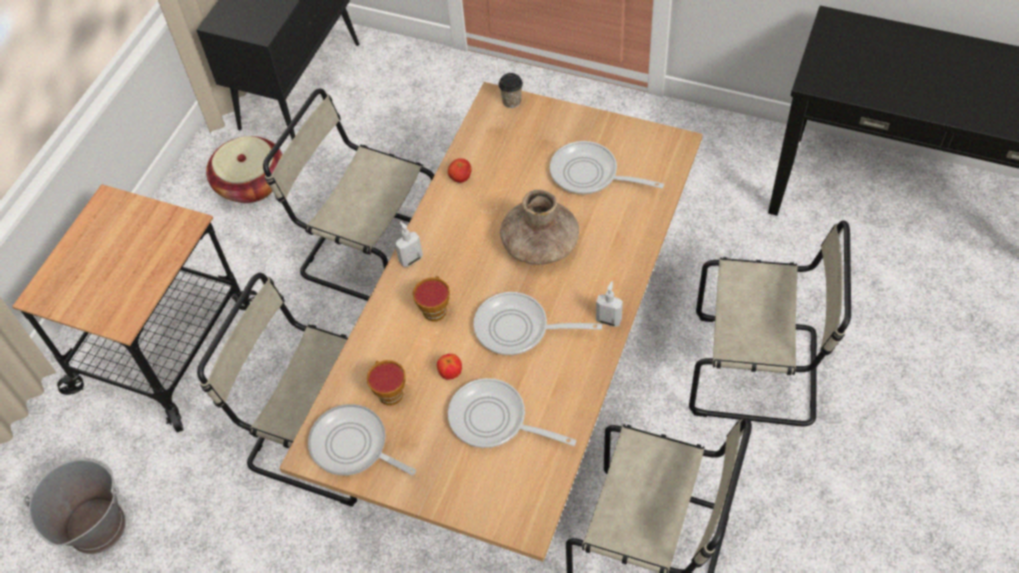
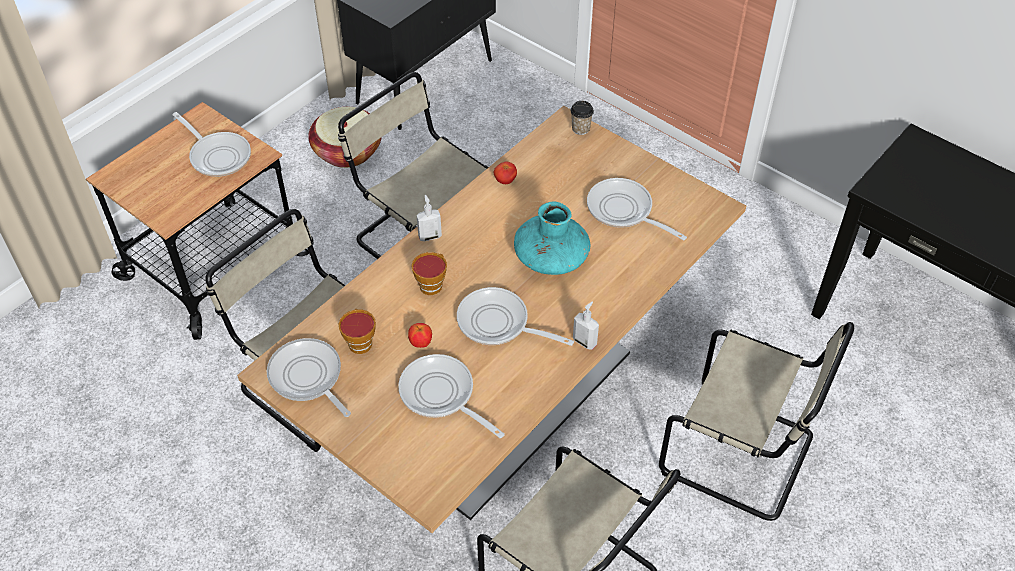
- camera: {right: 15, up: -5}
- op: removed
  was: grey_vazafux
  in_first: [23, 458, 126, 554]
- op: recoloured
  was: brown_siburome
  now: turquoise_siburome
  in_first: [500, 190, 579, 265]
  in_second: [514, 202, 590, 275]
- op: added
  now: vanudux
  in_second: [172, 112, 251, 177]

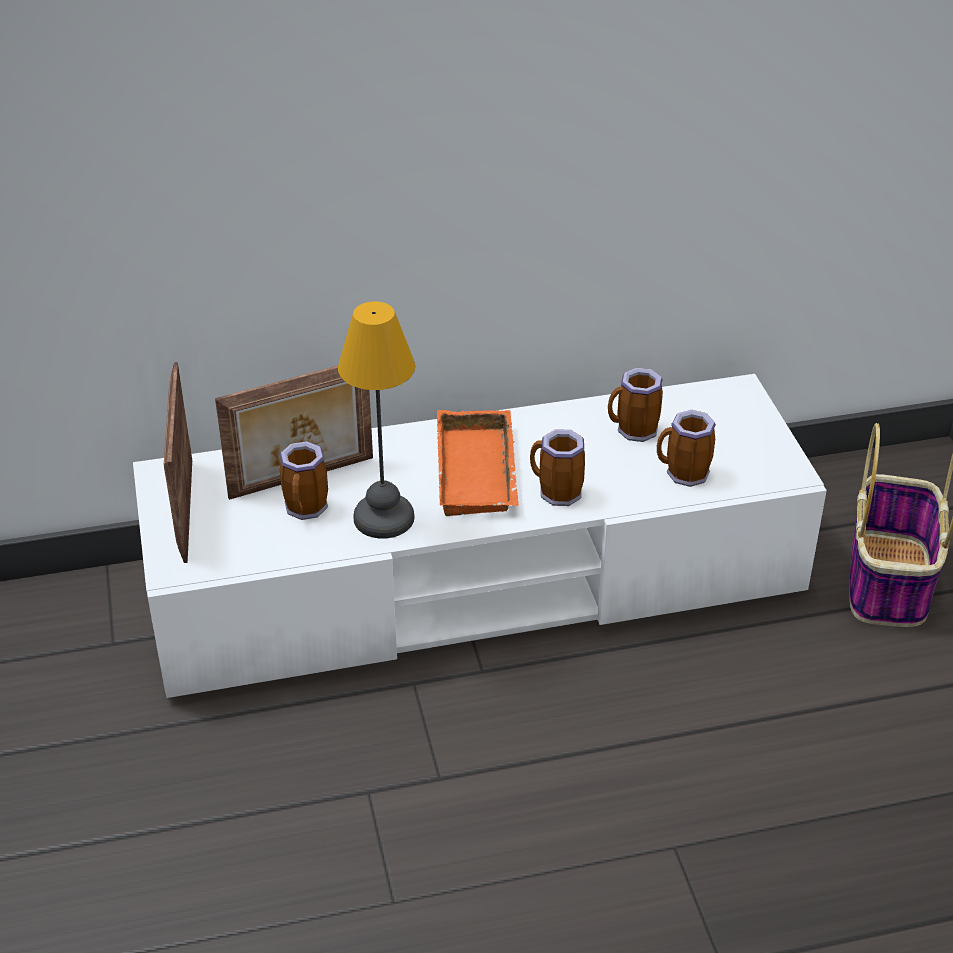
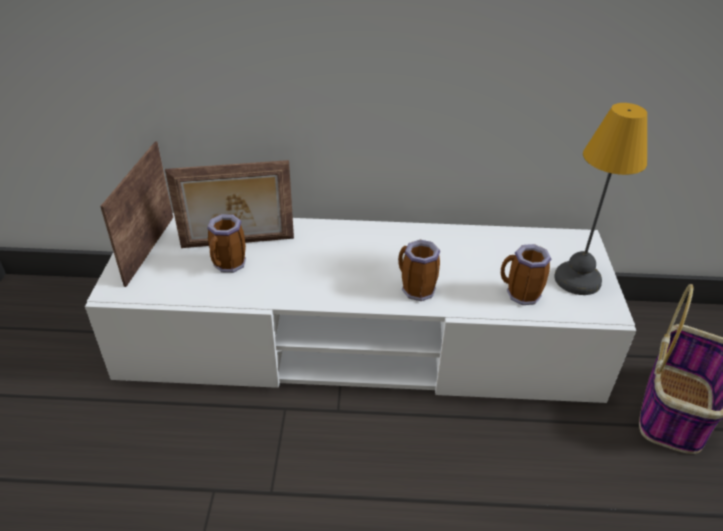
- camera: {right: 15, up: 0}
- op: moved
  was: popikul
  in_first: [338, 301, 415, 539]
  in_second: [554, 103, 647, 295]
- op: removed
  was: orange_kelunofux
  in_first: [437, 410, 519, 516]
- op: removed
  was: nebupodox
  in_first: [608, 368, 663, 442]

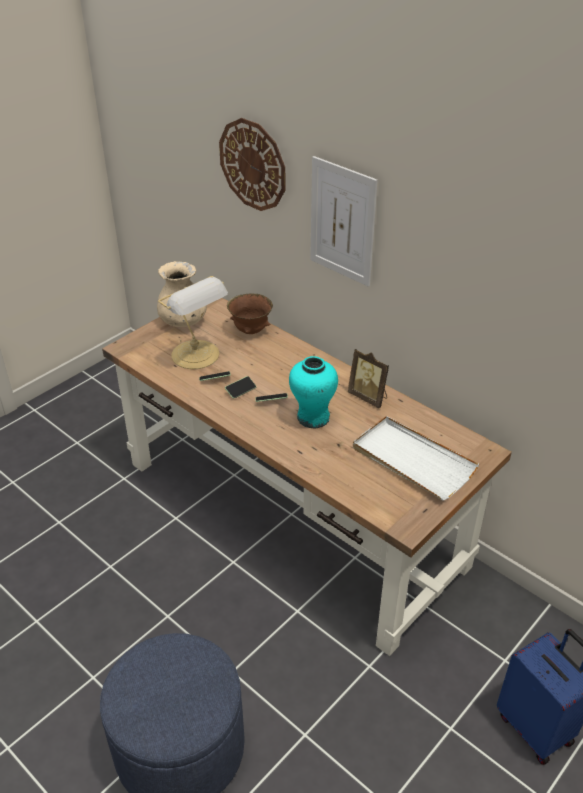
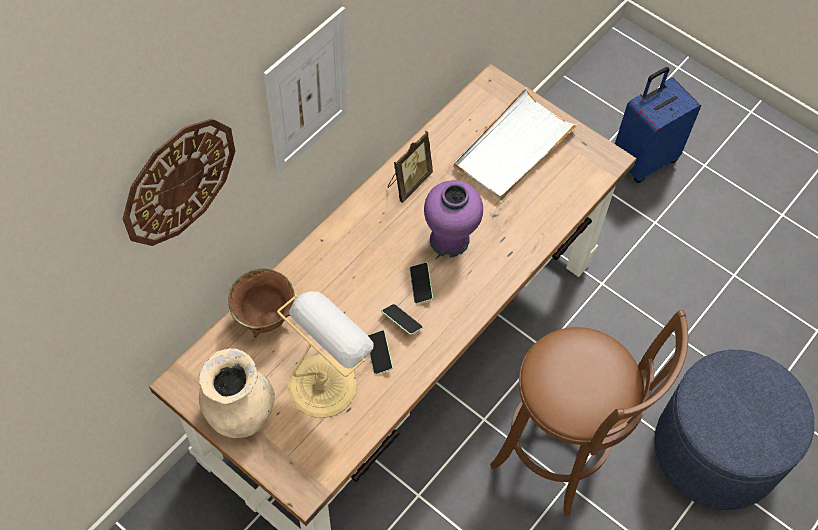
- camera: {right: -95, up: 20}
- op: recoloured
  was: turquoise_siburome
  now: purple_siburome
  in_first: [289, 356, 338, 428]
  in_second: [424, 180, 483, 258]
- op: added
  now: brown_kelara
  in_second: [490, 310, 688, 516]

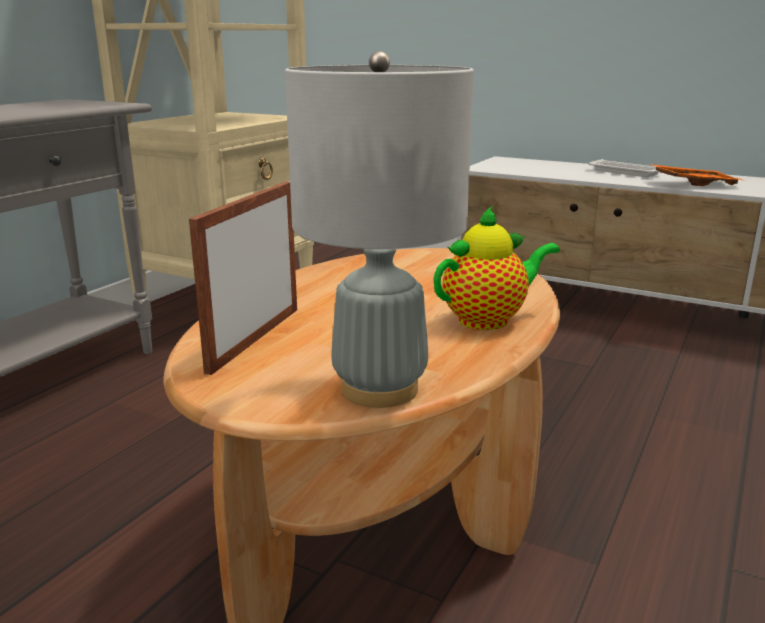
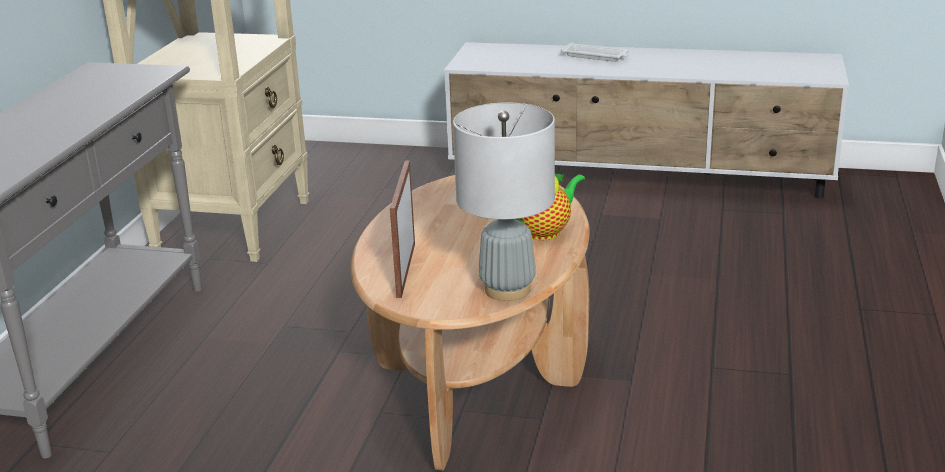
- camera: {right: -15, up: 5}
- op: removed
  was: orange_kelunofux
  in_first: [651, 164, 746, 186]

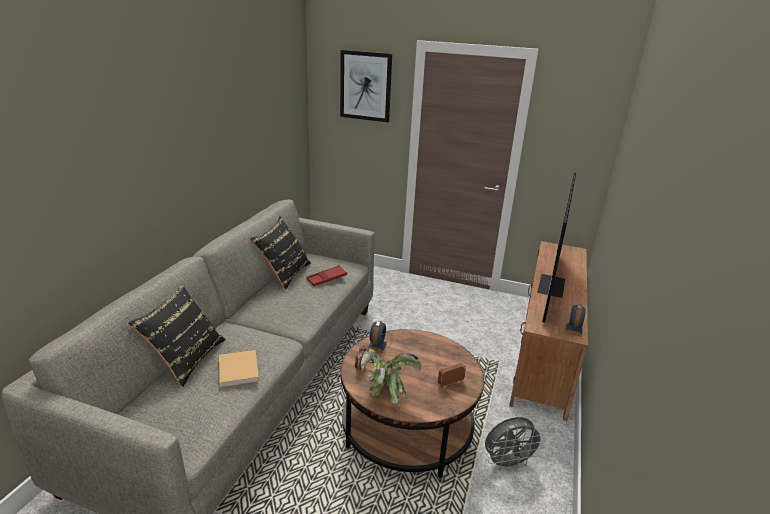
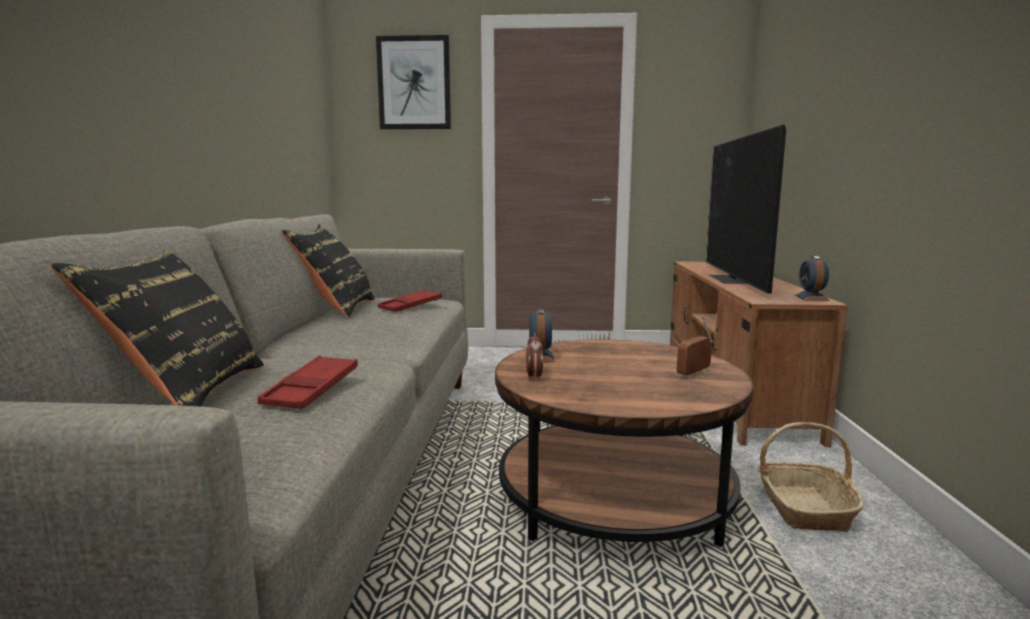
- camera: {right: -15, up: -15}
- op: replaced
  was: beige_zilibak
  now: red_kelunofux
  in_first: [219, 350, 259, 387]
  in_second: [258, 355, 358, 409]
- op: removed
  was: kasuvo
  in_first: [361, 349, 422, 409]
- op: replaced
  was: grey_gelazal
  now: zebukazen
  in_first: [485, 417, 545, 471]
  in_second: [758, 422, 864, 532]

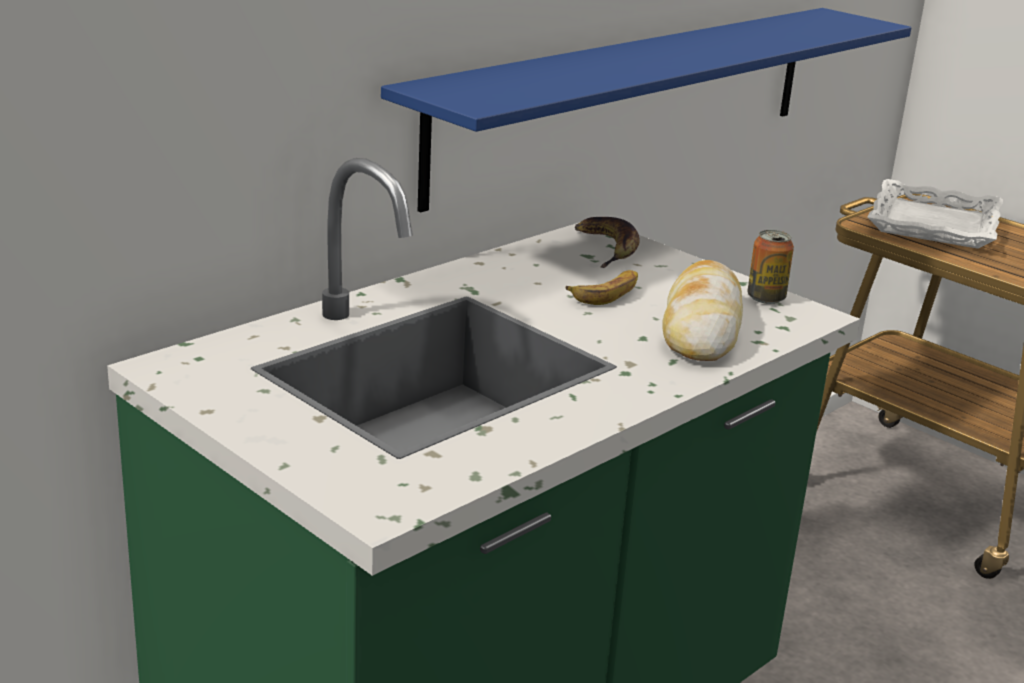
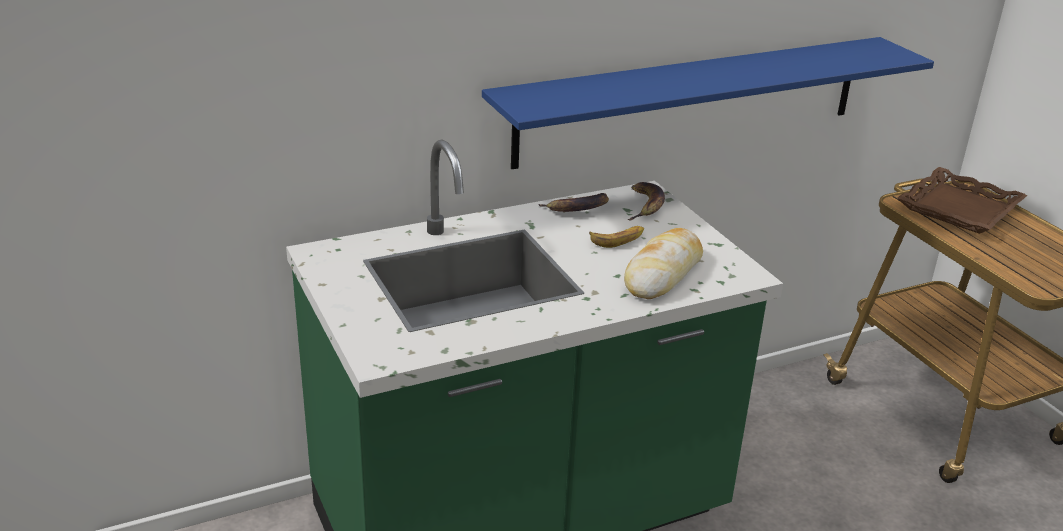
- camera: {right: 20, up: 5}
- op: removed
  was: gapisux
  in_first: [747, 230, 794, 304]
- op: recoloured
  was: white_kelunofux
  now: brown_kelunofux
  in_first: [868, 179, 1003, 249]
  in_second: [897, 167, 1027, 234]
- op: added
  now: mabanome
  in_second: [538, 193, 609, 212]

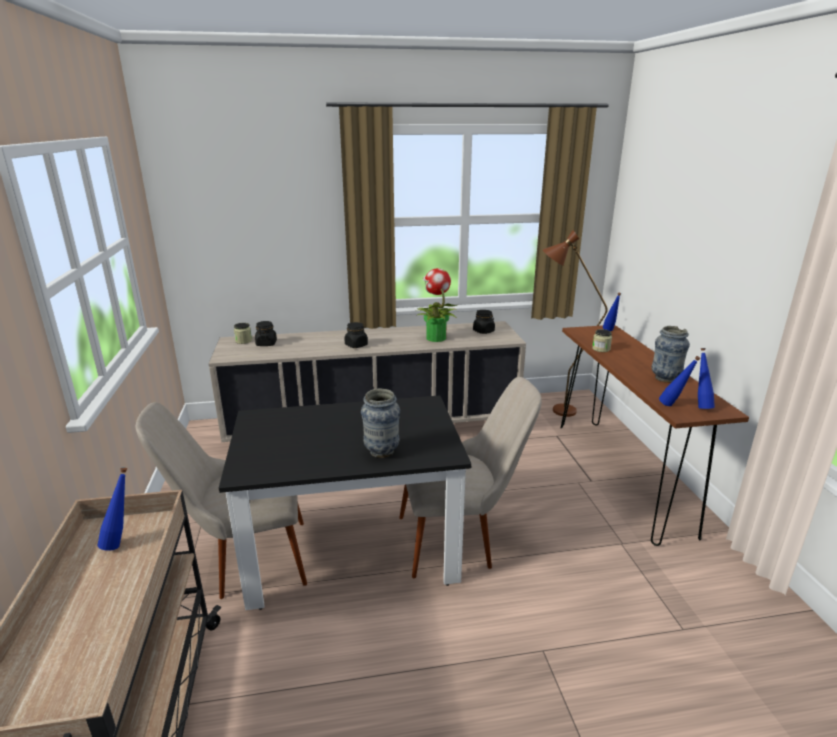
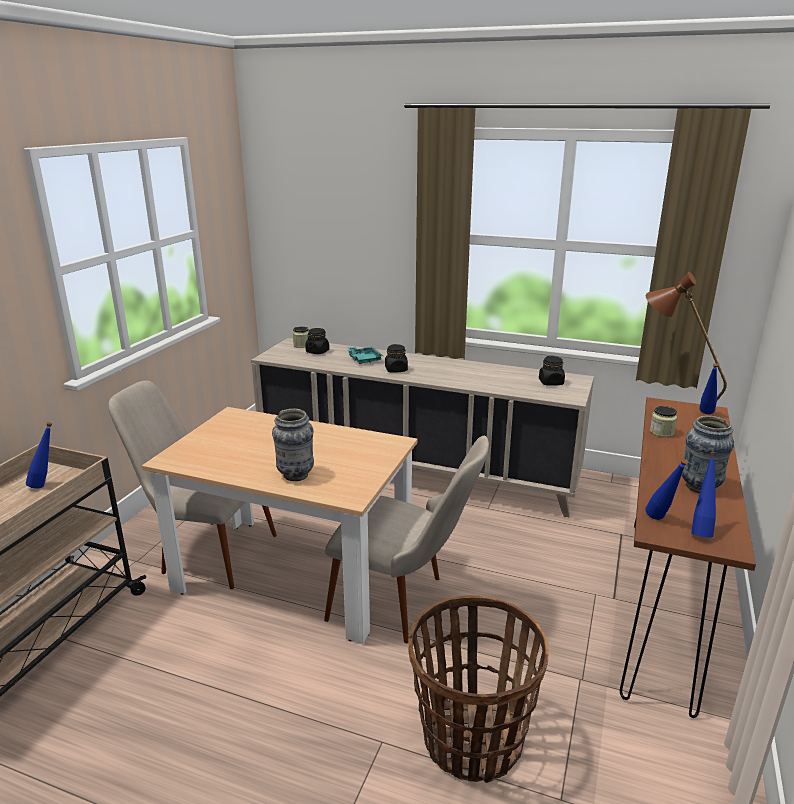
- camera: {right: 30, up: 0}
- op: recoloured
  was: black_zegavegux
  now: beige_zegavegux
  in_first: [219, 395, 472, 610]
  in_second: [142, 407, 418, 643]
- op: removed
  was: kasuvo
  in_first: [416, 268, 458, 342]
- op: added
  now: turquoise_kelunofux
  in_second: [347, 346, 383, 364]
- op: added
  now: zebukazen
  in_second: [408, 595, 549, 783]

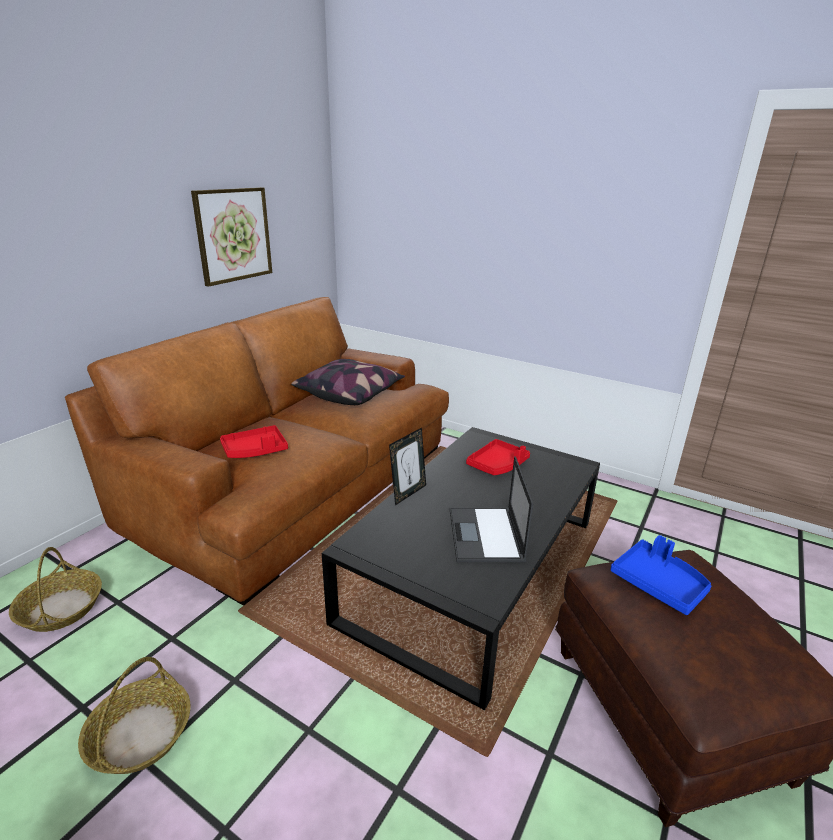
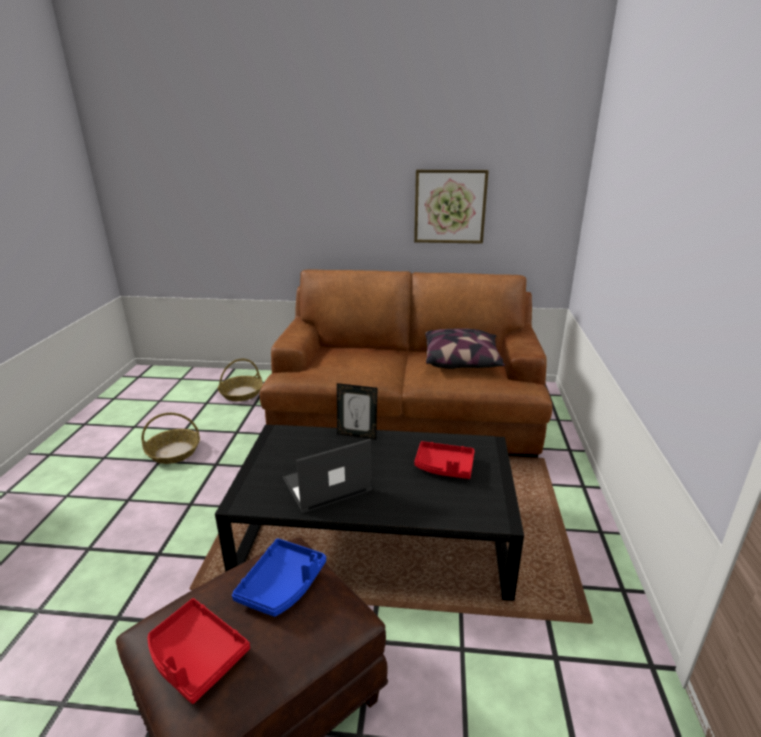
- camera: {right: 65, up: 0}
- op: moved
  was: red_kelunofux
  in_first: [220, 425, 288, 458]
  in_second: [147, 598, 250, 704]

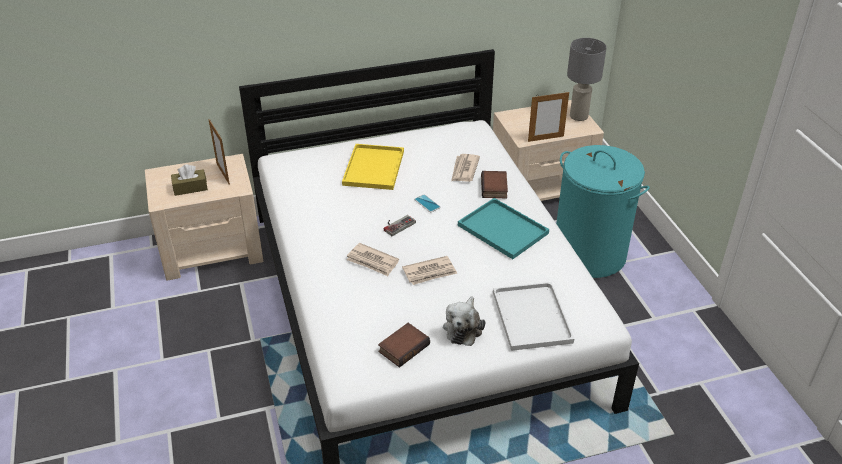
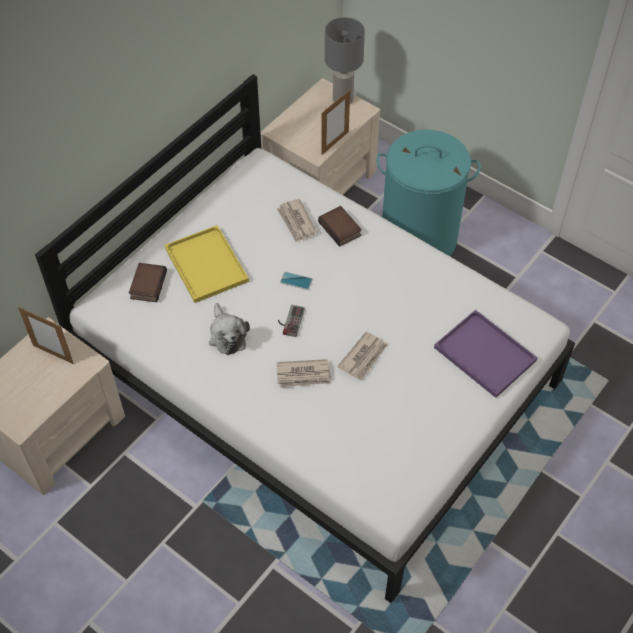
- camera: {right: -35, up: 15}
- op: removed
  was: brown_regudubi
  in_first: [171, 164, 208, 196]
- op: moved
  was: zilibak
  in_first: [378, 323, 430, 367]
  in_second: [129, 263, 167, 302]
- op: moved
  was: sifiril
  in_first: [443, 296, 485, 346]
  in_second: [209, 303, 250, 355]
- op: removed
  was: turquoise_kelunofux
  in_first: [458, 198, 549, 259]
- op: recoloured
  was: white_kelunofux
  now: purple_kelunofux
  in_first: [493, 282, 574, 351]
  in_second: [434, 310, 537, 398]

